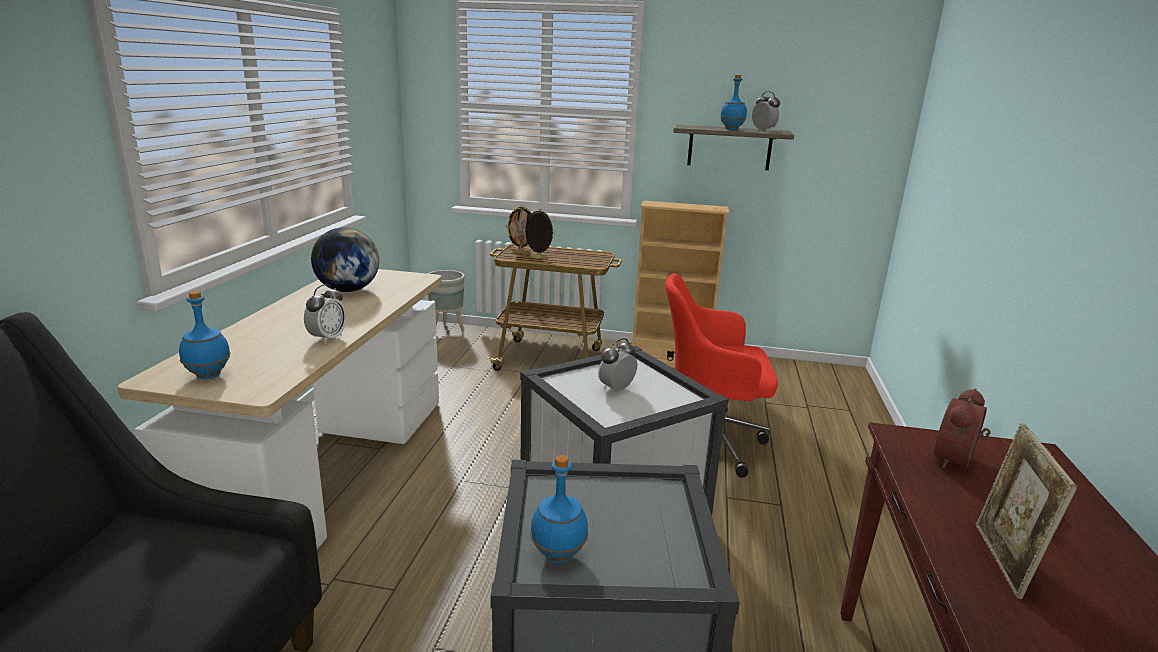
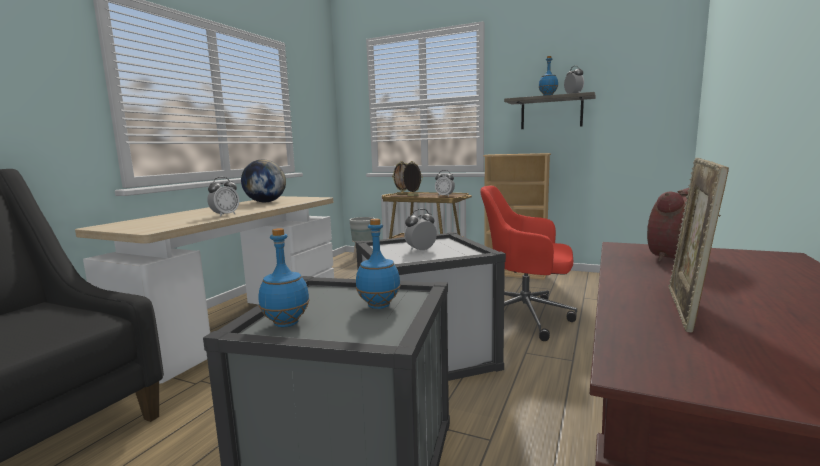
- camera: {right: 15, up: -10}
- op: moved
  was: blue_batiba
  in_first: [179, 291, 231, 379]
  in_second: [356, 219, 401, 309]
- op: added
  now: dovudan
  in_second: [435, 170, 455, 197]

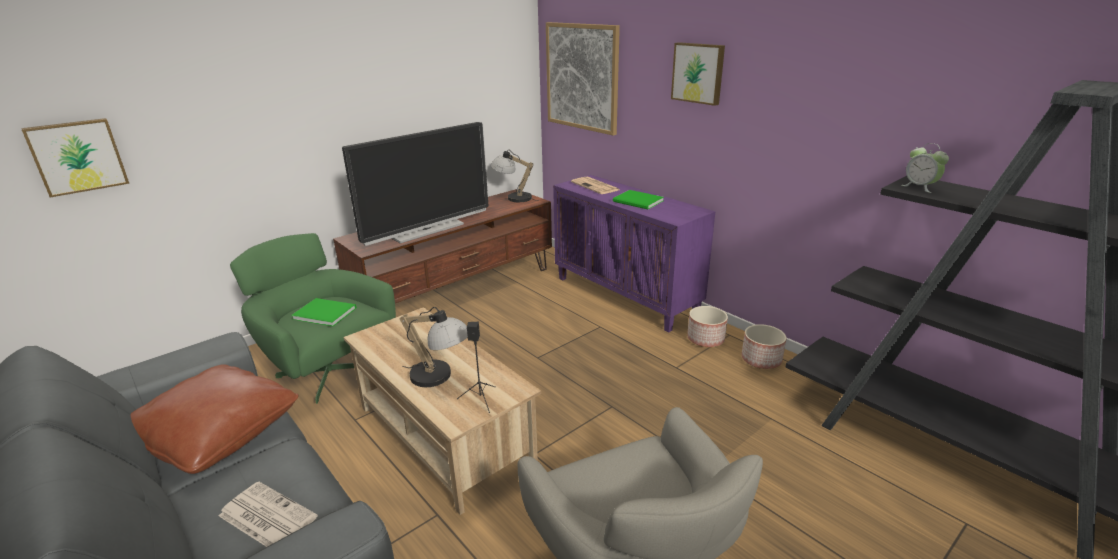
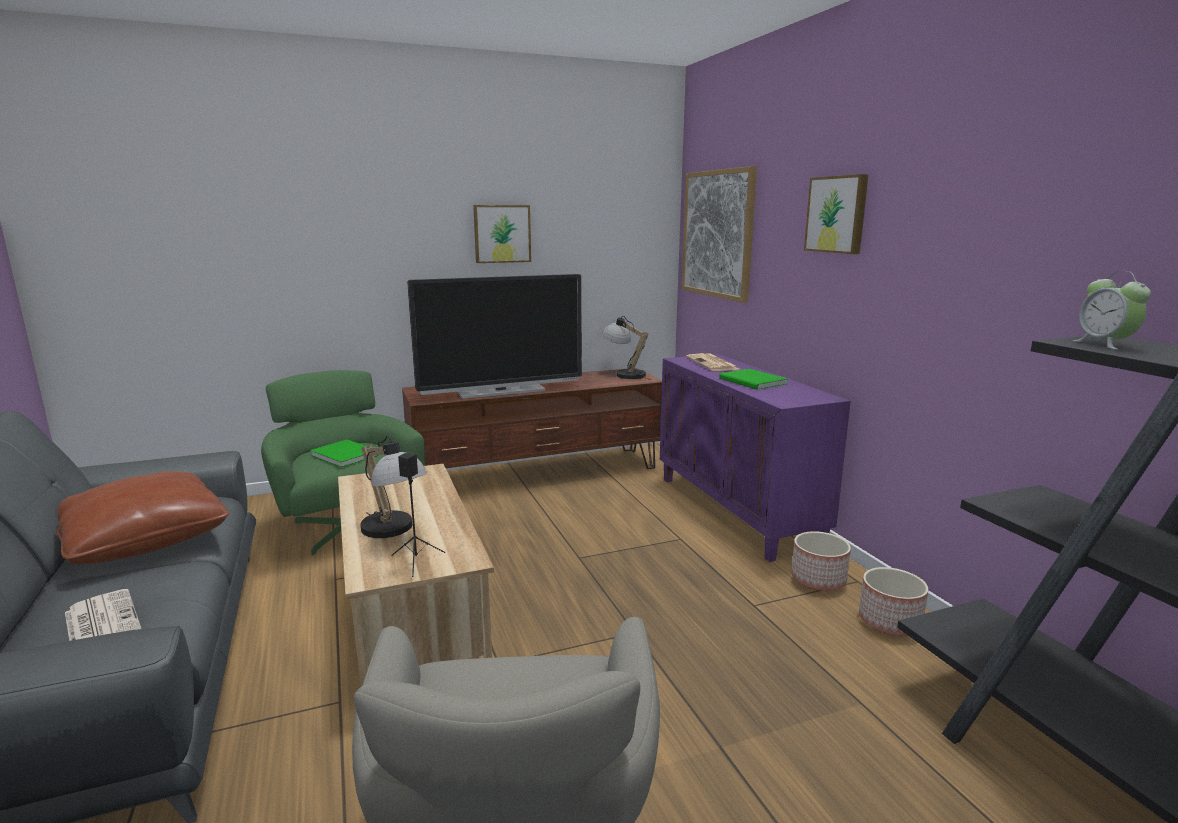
- camera: {right: 20, up: -10}
- op: moved
  was: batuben
  in_first: [21, 118, 129, 197]
  in_second: [473, 205, 531, 263]

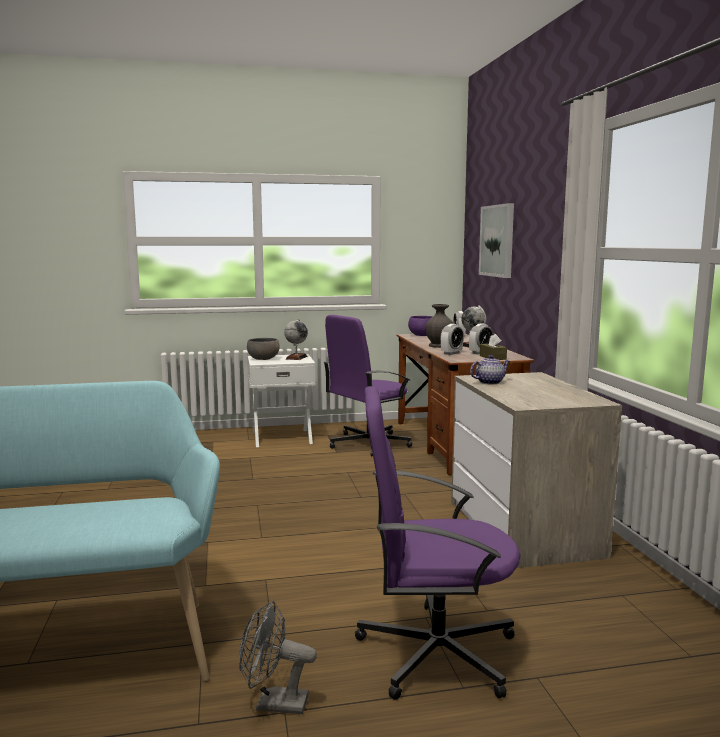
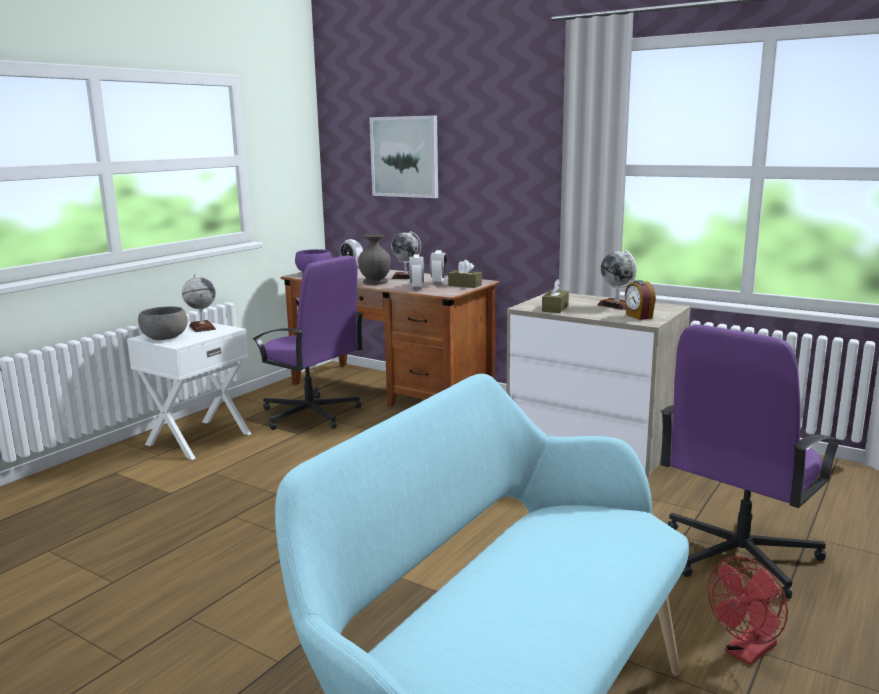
- camera: {right: -45, up: 5}
- op: recoloured
  was: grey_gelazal
  now: red_gelazal
  in_first: [239, 601, 317, 714]
  in_second: [708, 556, 788, 665]
- op: turned
  was: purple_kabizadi
  in_first: [323, 315, 412, 457]
  in_second: [252, 255, 364, 430]
  clockwise: -60
- op: replaced
  was: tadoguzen
  now: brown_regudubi
  in_first: [470, 355, 510, 384]
  in_second: [542, 279, 569, 313]
- op: added
  now: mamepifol
  in_second: [597, 250, 637, 310]
- op: added
  now: dovudan
  in_second: [625, 280, 656, 320]

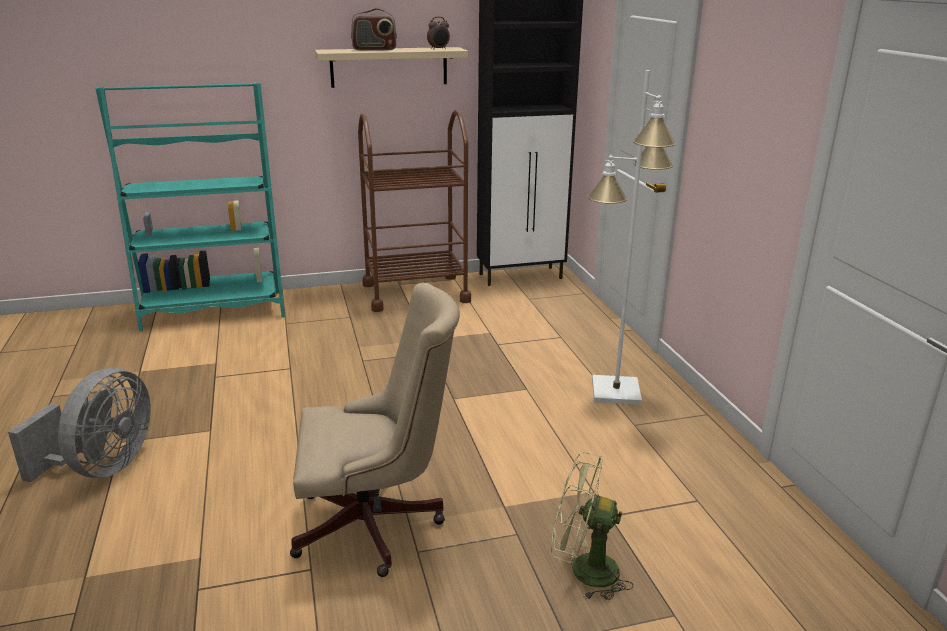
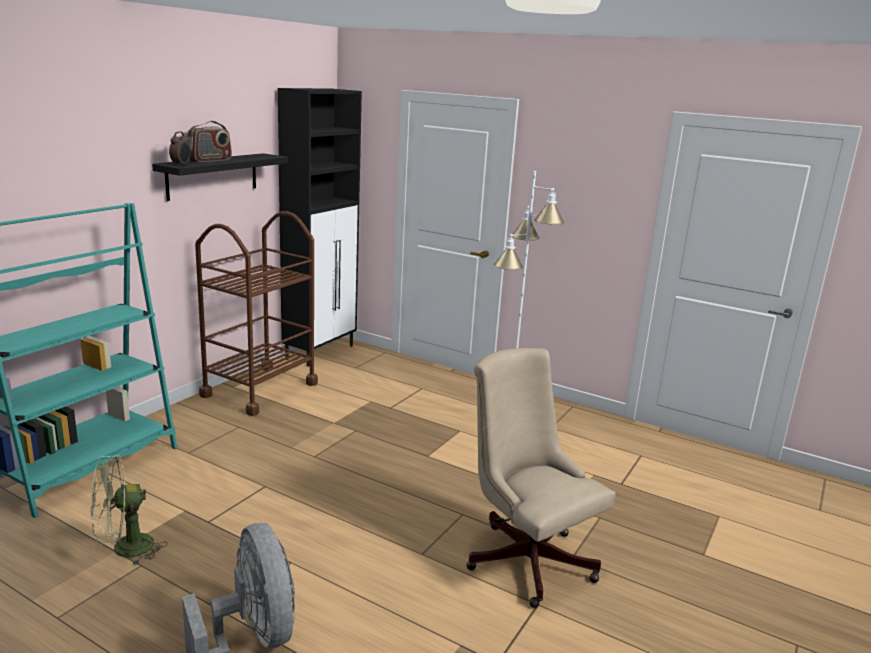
- camera: {right: -45, up: -5}
- op: turned
  was: beige_kabizadi
  in_first: [290, 283, 460, 577]
  in_second: [466, 348, 616, 608]
  clockwise: -75
- op: recoloured
  was: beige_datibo
  now: black_datibo
  in_first: [315, 47, 468, 88]
  in_second: [152, 153, 288, 201]
- op: moved
  was: dovudan
  in_first: [427, 17, 450, 50]
  in_second: [169, 131, 191, 166]
- op: moved
  was: green_gelazal
  in_first: [551, 452, 633, 600]
  in_second: [91, 455, 168, 566]

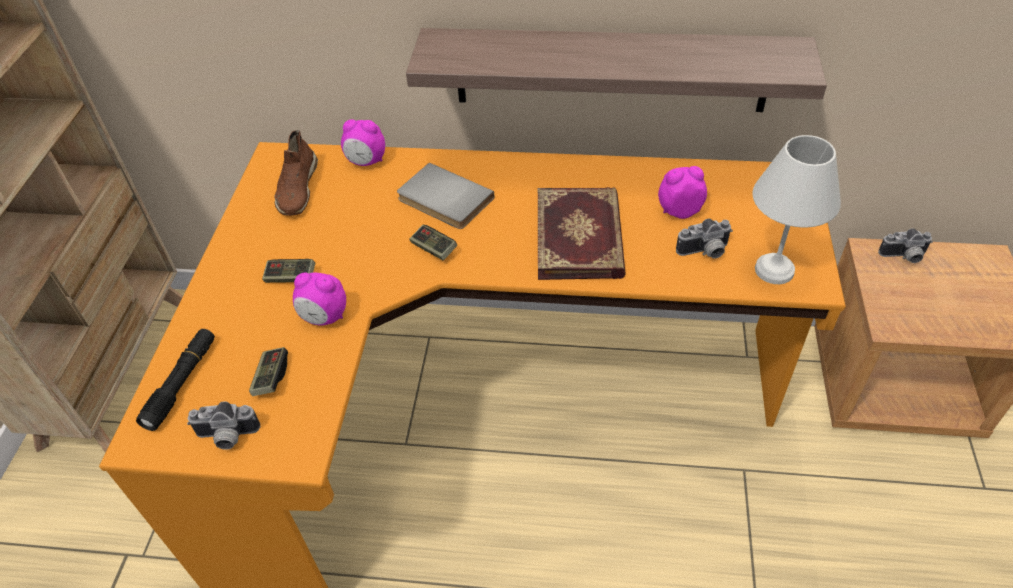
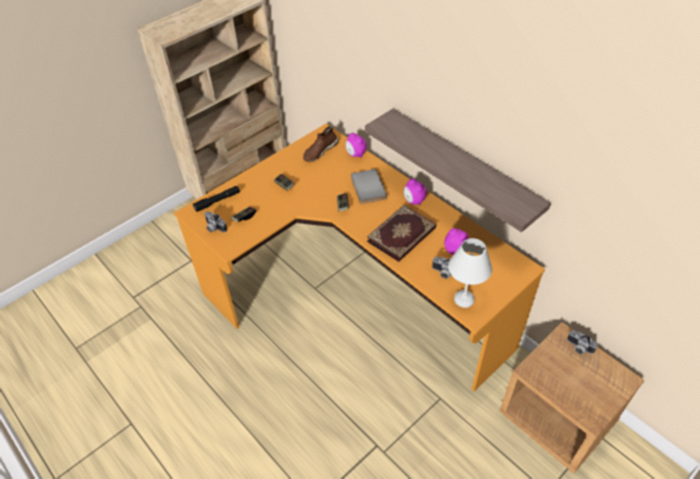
- camera: {right: 40, up: 0}
- op: moved
  was: dovudan
  in_first: [293, 272, 346, 326]
  in_second: [404, 178, 426, 205]

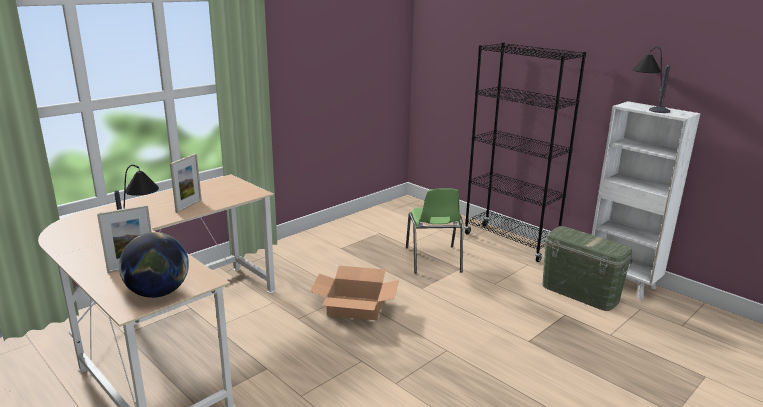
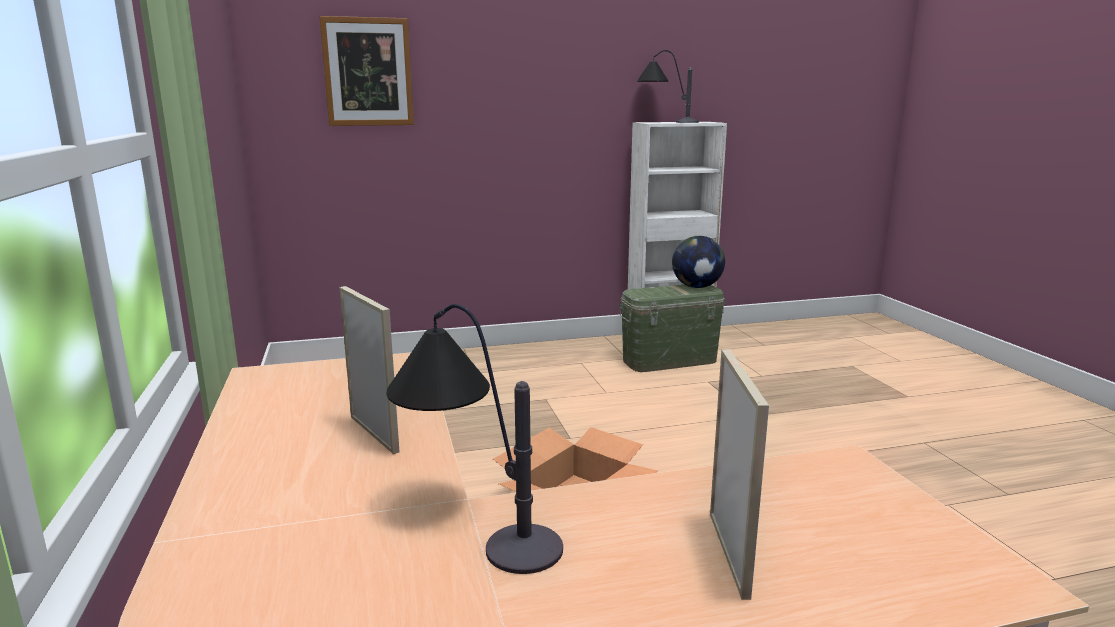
- camera: {right: -60, up: -5}
- op: moved
  was: mamepifol
  in_first: [119, 232, 189, 298]
  in_second: [672, 236, 725, 288]
- op: removed
  was: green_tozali
  in_first: [406, 188, 463, 274]
- op: removed
  was: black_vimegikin
  in_first: [464, 42, 586, 262]
- op: added
  now: batuben
  in_second: [319, 16, 414, 126]

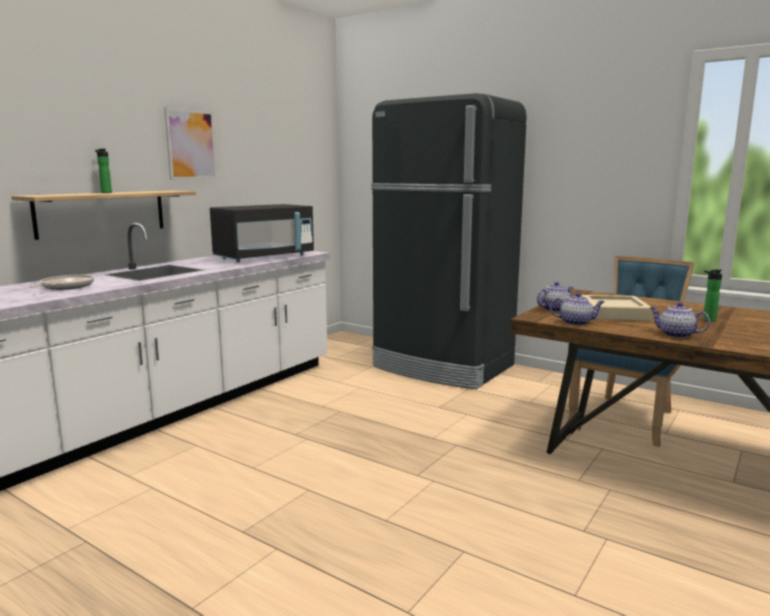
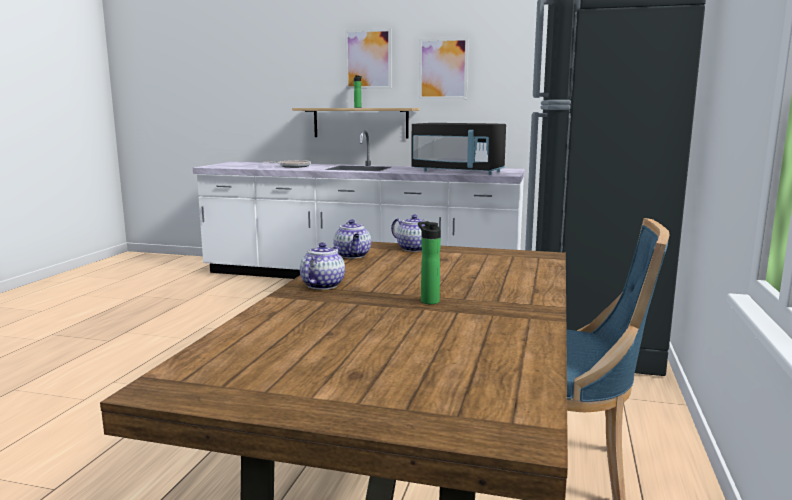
- camera: {right: 70, up: 0}
- op: removed
  was: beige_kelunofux
  in_first: [581, 295, 652, 321]
- op: added
  now: batuben
  in_second: [345, 28, 391, 89]

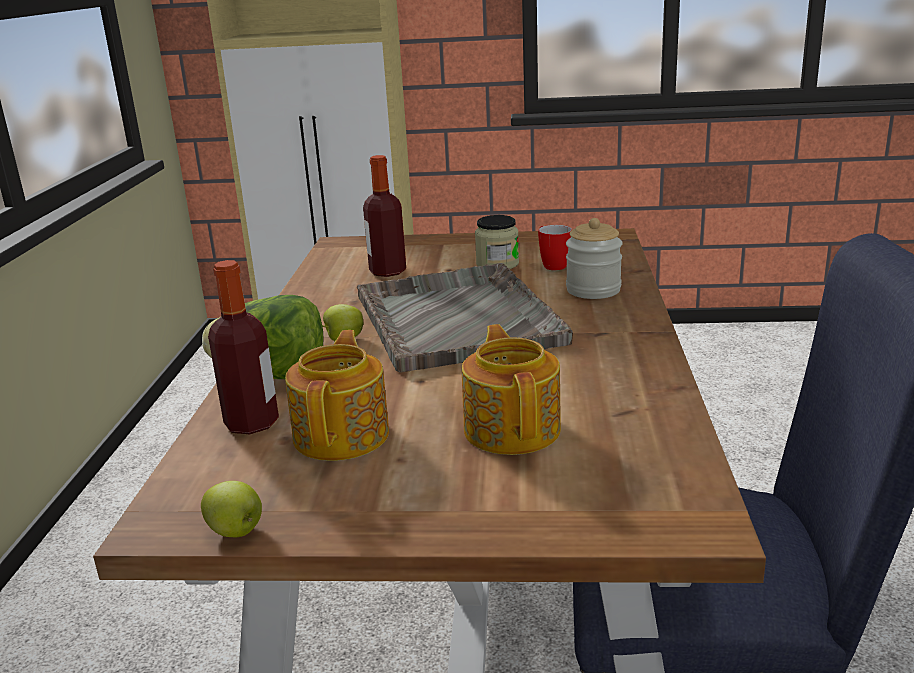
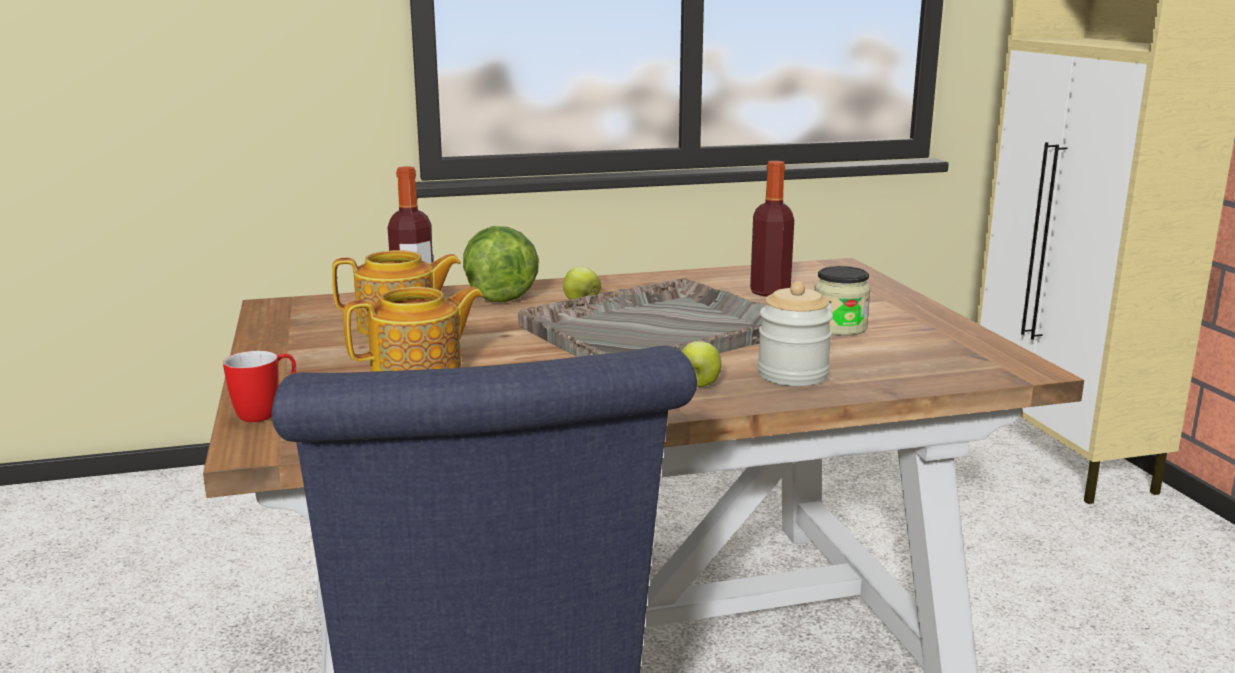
- camera: {right: 70, up: -5}
- op: moved
  was: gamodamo
  in_first: [201, 481, 262, 537]
  in_second: [681, 341, 722, 387]
- op: moved
  was: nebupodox
  in_first: [538, 225, 572, 270]
  in_second: [223, 351, 296, 422]

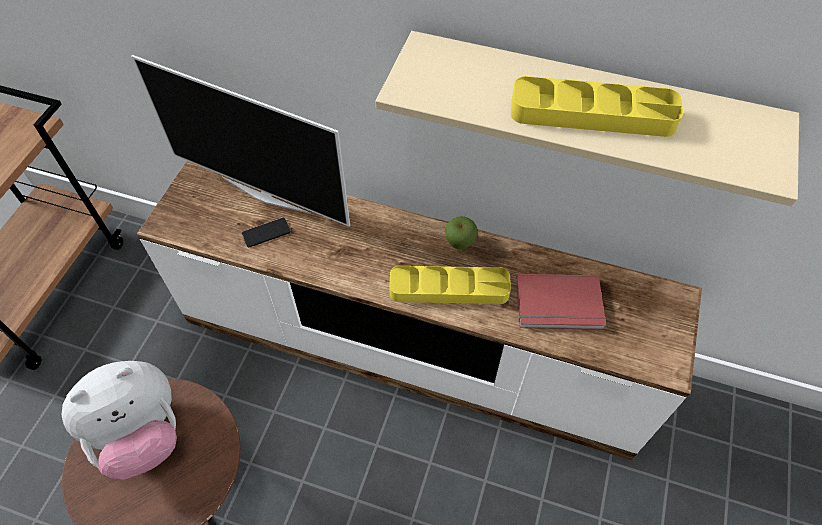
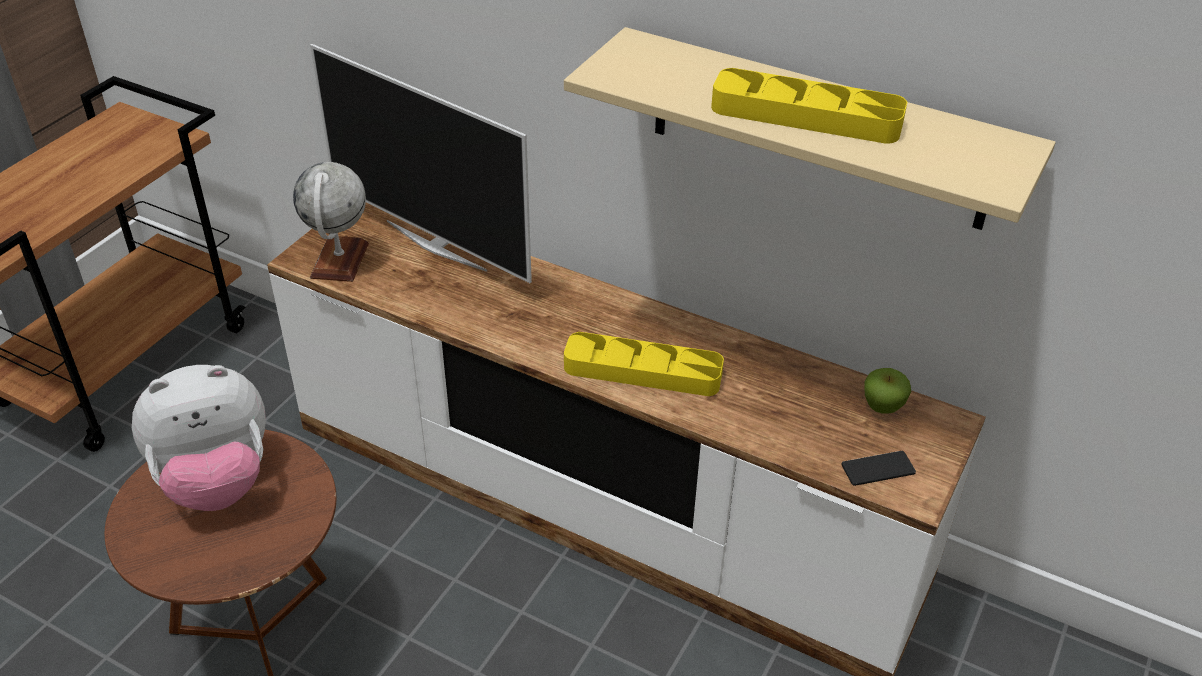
- camera: {right: 10, up: -15}
- op: moved
  was: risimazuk
  in_first: [242, 218, 291, 248]
  in_second: [841, 451, 916, 486]
- op: moved
  was: gamodamo
  in_first: [445, 216, 478, 249]
  in_second: [864, 368, 911, 414]
- op: removed
  was: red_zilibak
  in_first: [516, 274, 606, 330]
- op: added
  now: mamepifol
  in_second: [293, 162, 369, 282]

